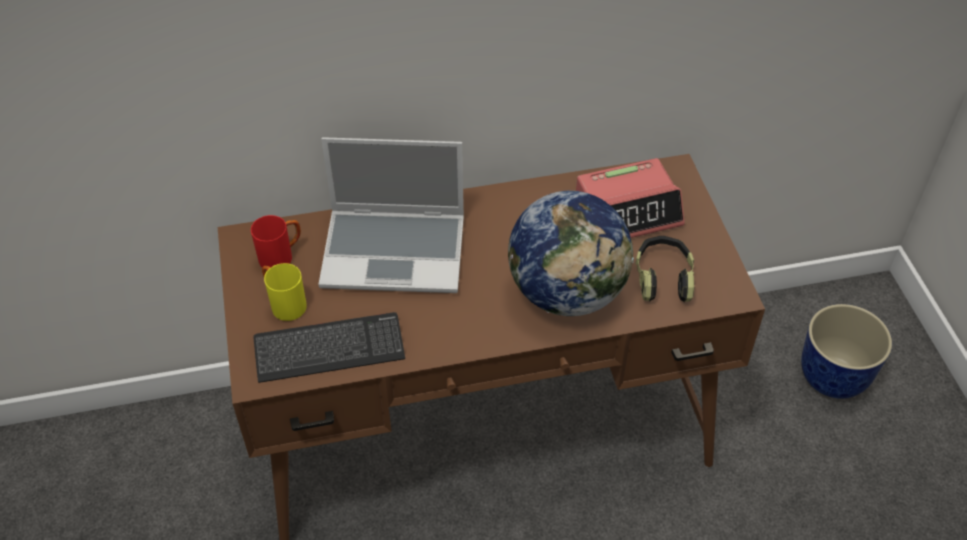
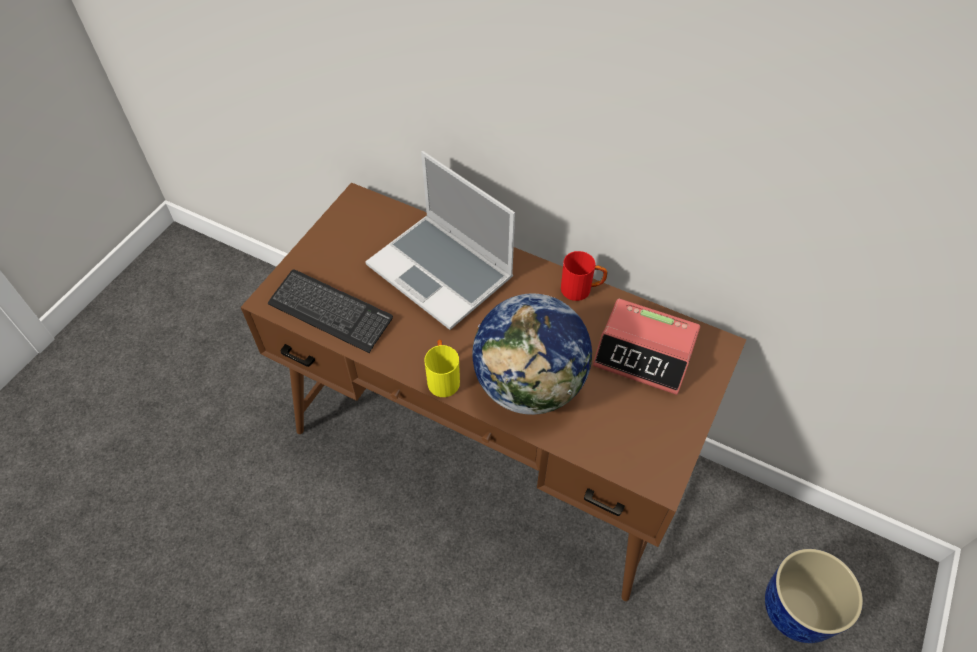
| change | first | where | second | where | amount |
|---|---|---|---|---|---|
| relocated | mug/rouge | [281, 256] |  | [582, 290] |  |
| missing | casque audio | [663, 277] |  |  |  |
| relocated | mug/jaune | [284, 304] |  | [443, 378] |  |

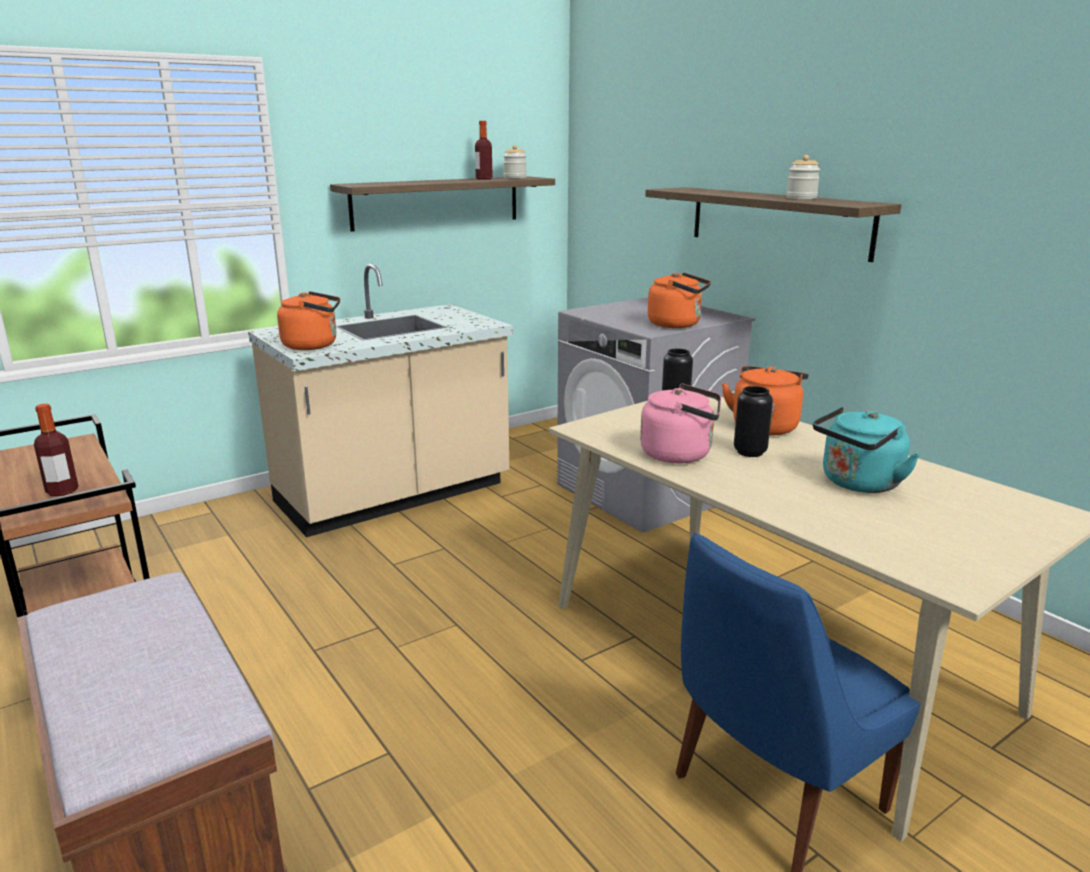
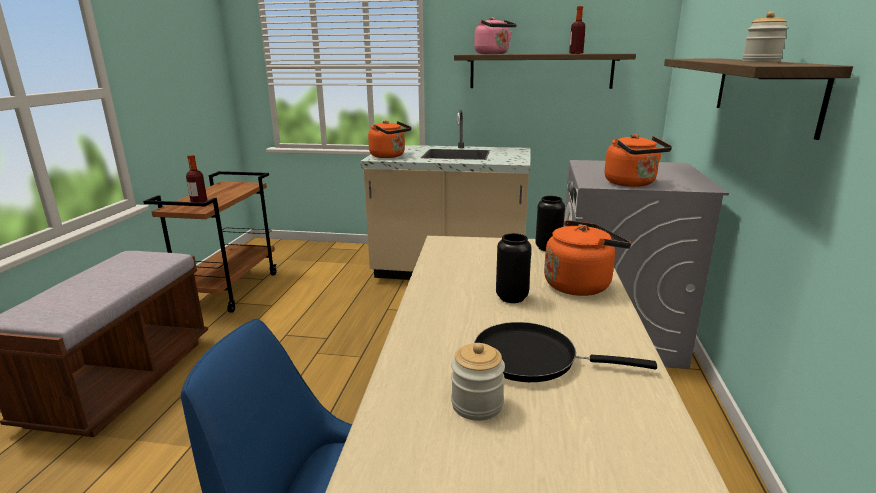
| change | first | where | second | where | amount |
|---|---|---|---|---|---|
| relocated | bocal | [515, 178] |  | [477, 404] |  |
| relocated | bouilloire/rose | [680, 454] |  | [493, 54] |  |
| exchanged | bouilloire/turquoise | [858, 484] | poêle/noir | [532, 358] |  |

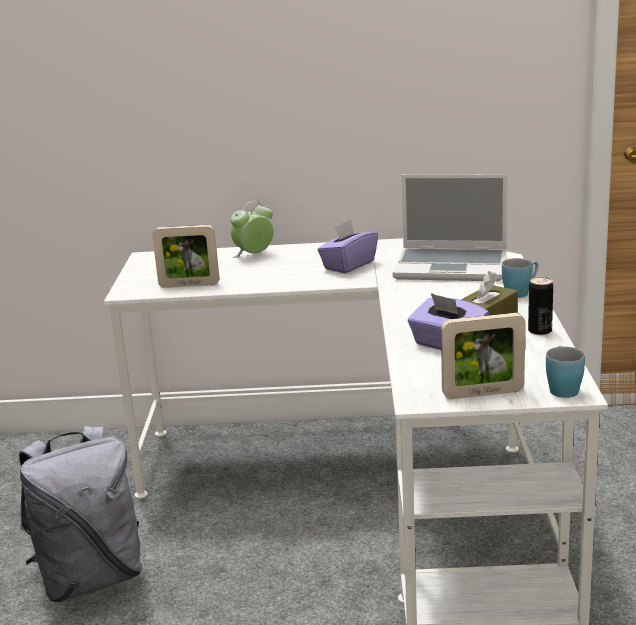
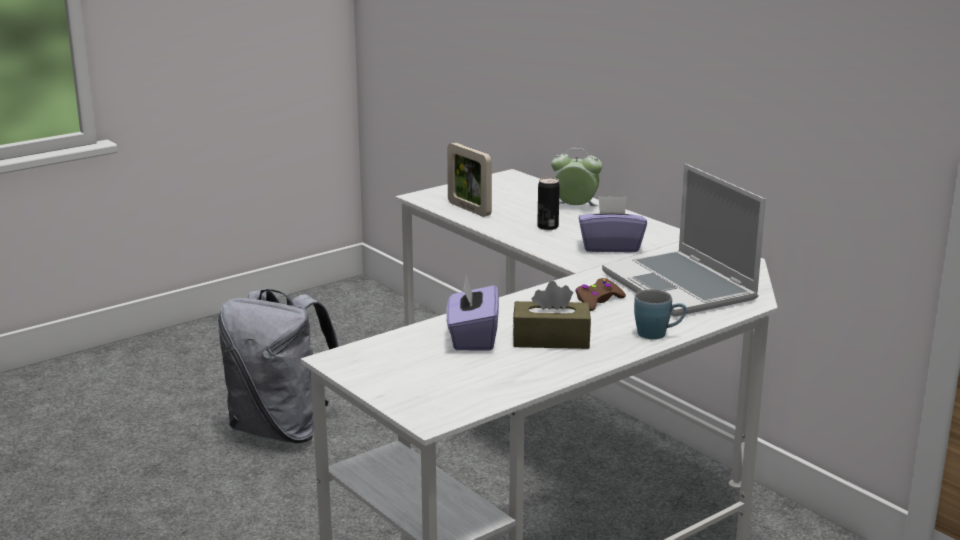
| change | first | where | second | where | amount |
|---|---|---|---|---|---|
| relocated | boîte métallique | [540, 331] |  | [547, 227] |  |
| missing | cadre photo | [483, 393] |  |  |  |
| missing | mug/bleu | [562, 388] |  |  |  |
| appeared |  |  | manette/marron | [598, 301] |  |

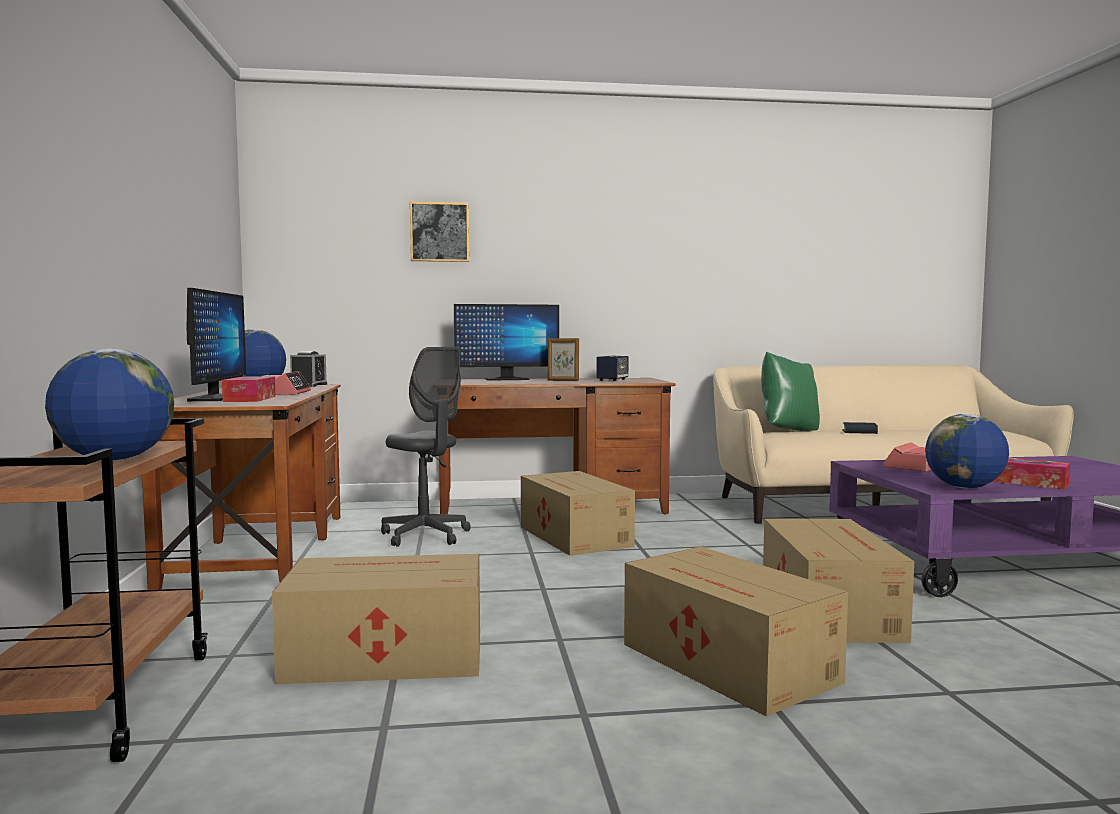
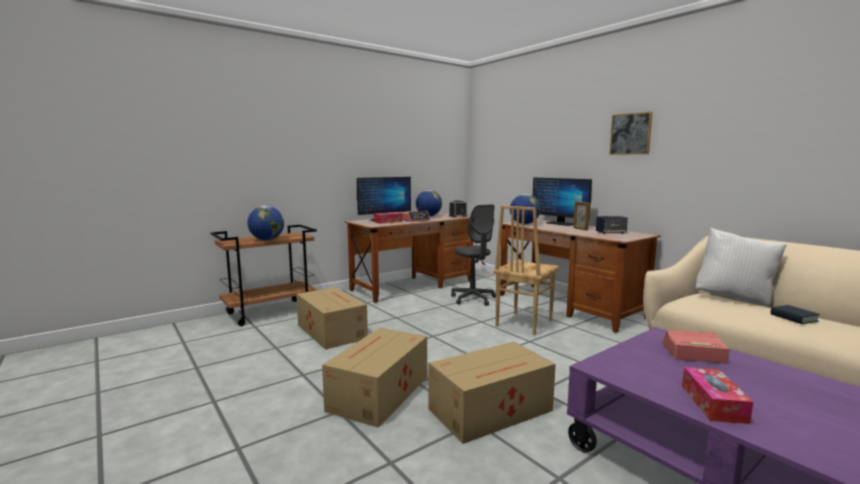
| change | first | where | second | where | amount |
|---|---|---|---|---|---|
| relocated | tableau | [439, 232] |  | [630, 134] |  |
| spun | chaise de bureau/gris | [425, 536] |  | [473, 299] | 45 degrees counterclockwise |
| colour | coussin/vert | [788, 431] | coussin/blanc | [734, 299] |  |
| relocated | globe | [964, 487] |  | [524, 224] |  |
| exchanged | carton | [574, 537] | chaise/marron | [523, 323] |  |

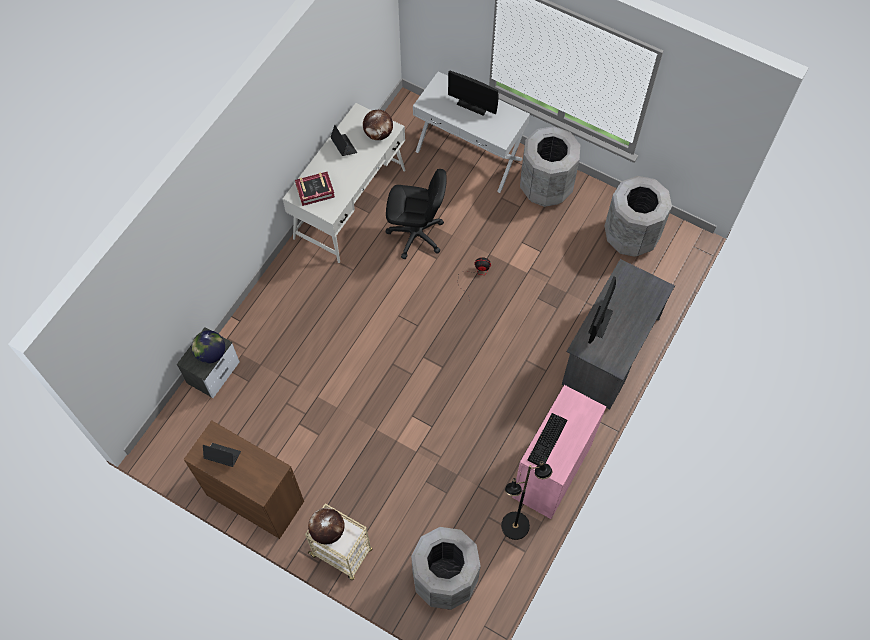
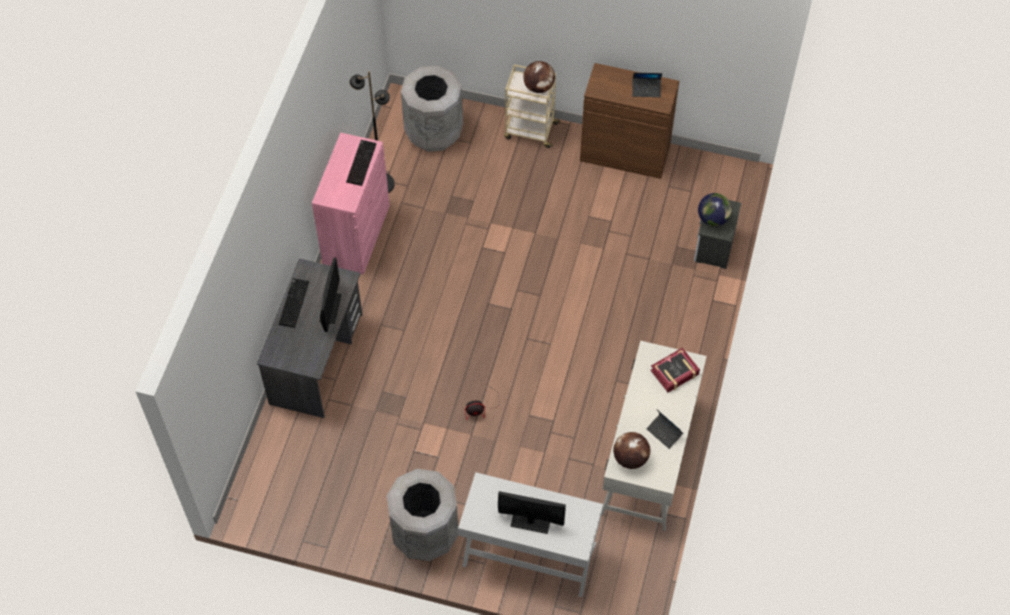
| change | first | where | second | where | amount |
|---|---|---|---|---|---|
| missing | chaise de bureau/noir | [416, 235] |  |  |  |
| missing | poubelle/gris | [630, 235] |  |  |  |
| appeared |  |  | clavier | [293, 302] |  |

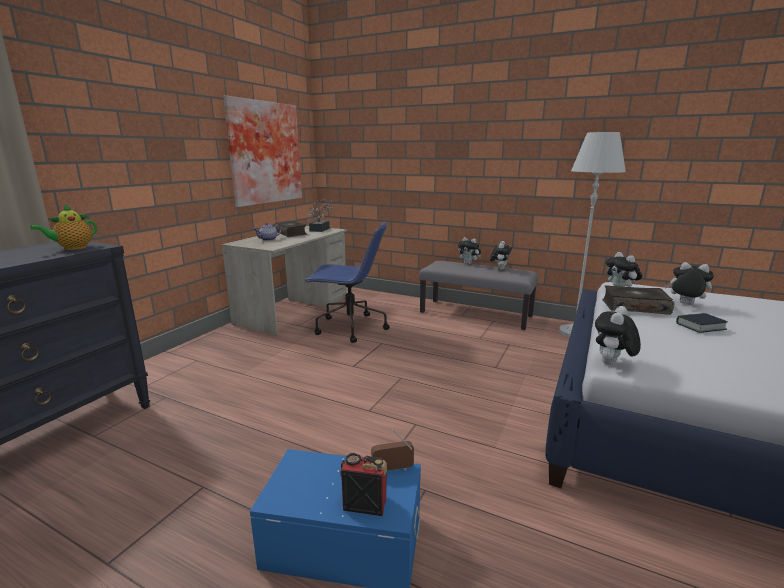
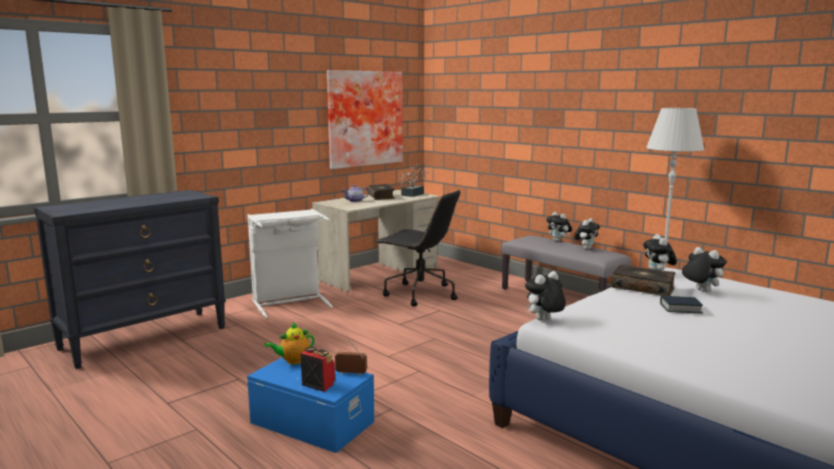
| change | first | where | second | where | amount |
|---|---|---|---|---|---|
| relocated | théière | [73, 248] |  | [293, 361] |  |
| colour | chaise de bureau/bleu | [349, 328] | chaise de bureau/noir | [419, 294] |  |
| appeared |  |  | panier à linge/blanc | [290, 302] |  |

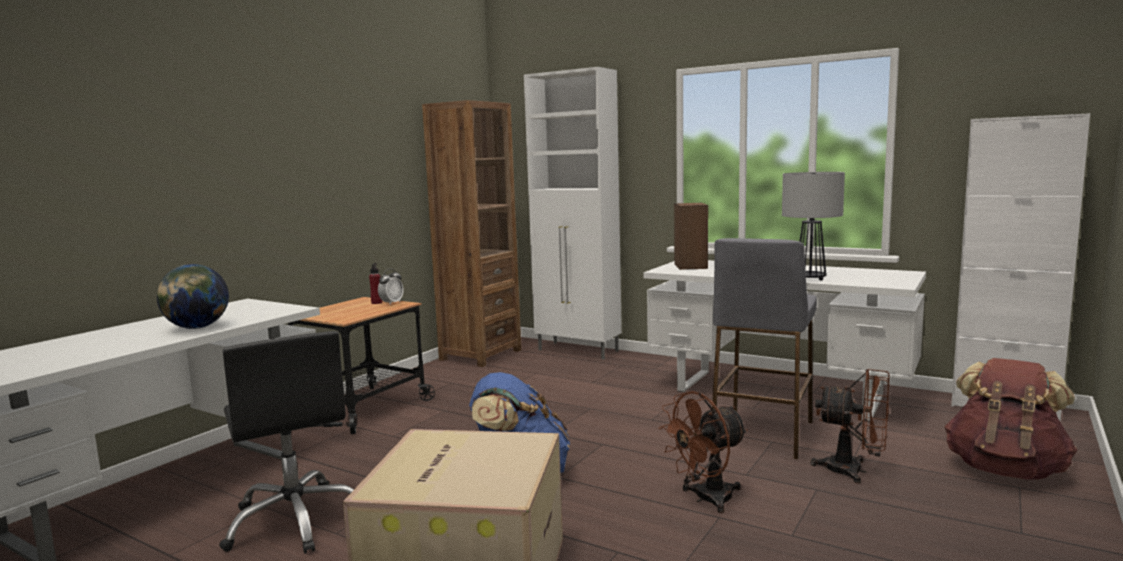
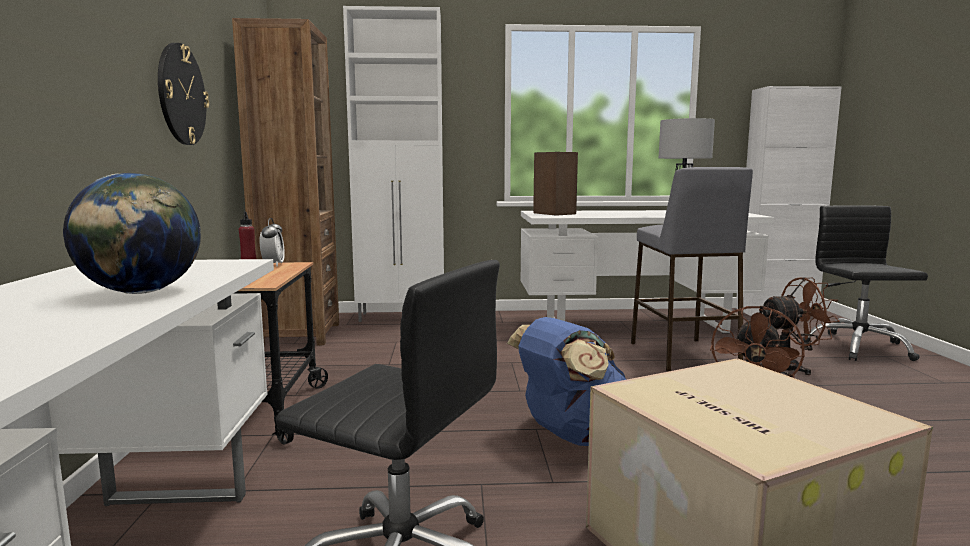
| change | first | where | second | where | amount |
|---|---|---|---|---|---|
| exchanged | sac à dos/marron | [1005, 470] | chaise de bureau/noir | [857, 347] |  |
| appeared |  |  | horloge murale | [181, 94] |  |

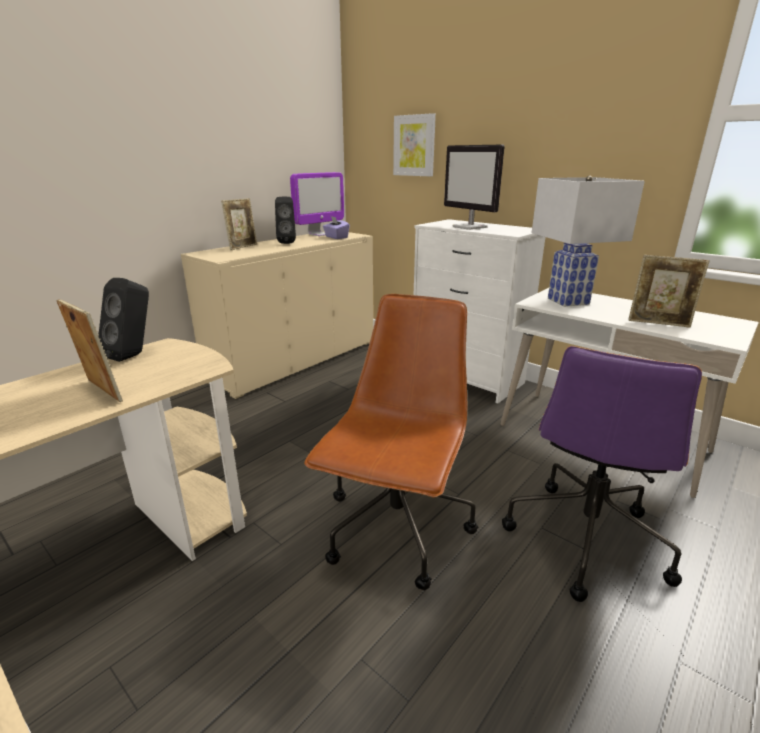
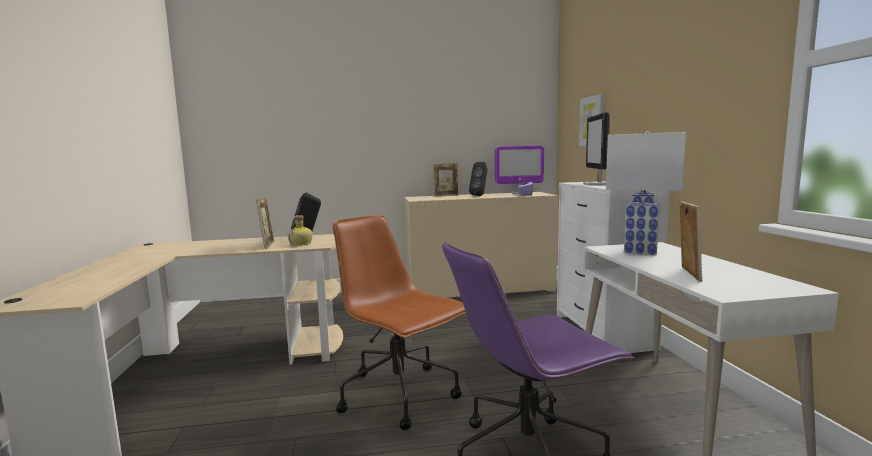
| change | first | where | second | where | amount |
|---|---|---|---|---|---|
| spun | cadre photo | [659, 323] |  | [688, 274] | 135 degrees counterclockwise |
| spun | chaise de bureau/marron | [396, 531] |  | [400, 395] | 105 degrees counterclockwise |
| appeared |  |  | bouteille | [301, 244] |  |

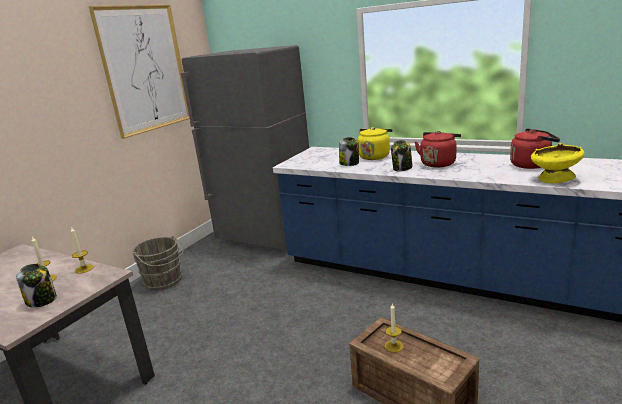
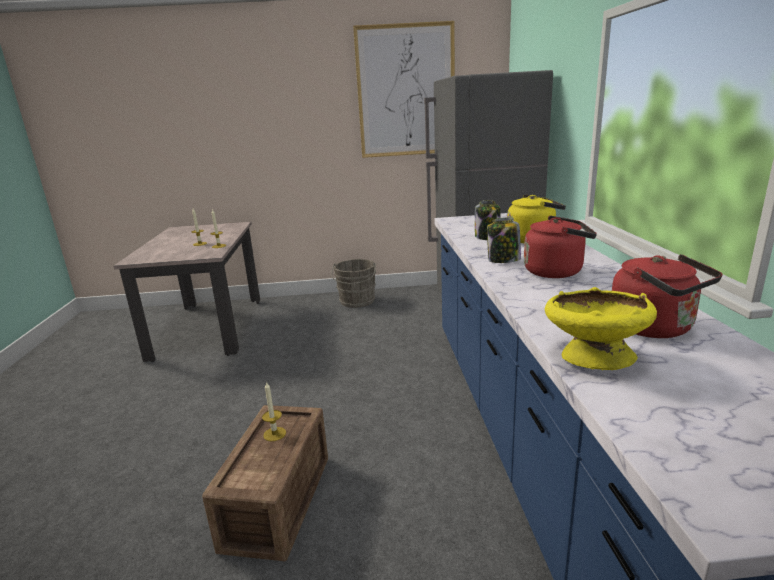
| change | first | where | second | where | amount |
|---|---|---|---|---|---|
| missing | bocal | [42, 300] |  |  |  |

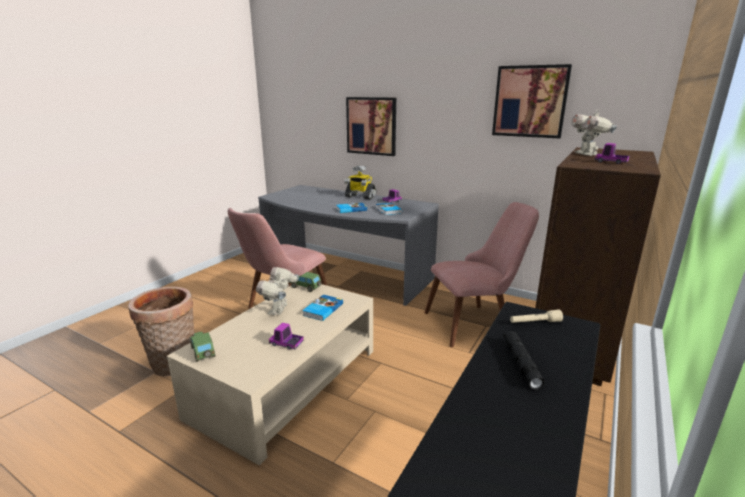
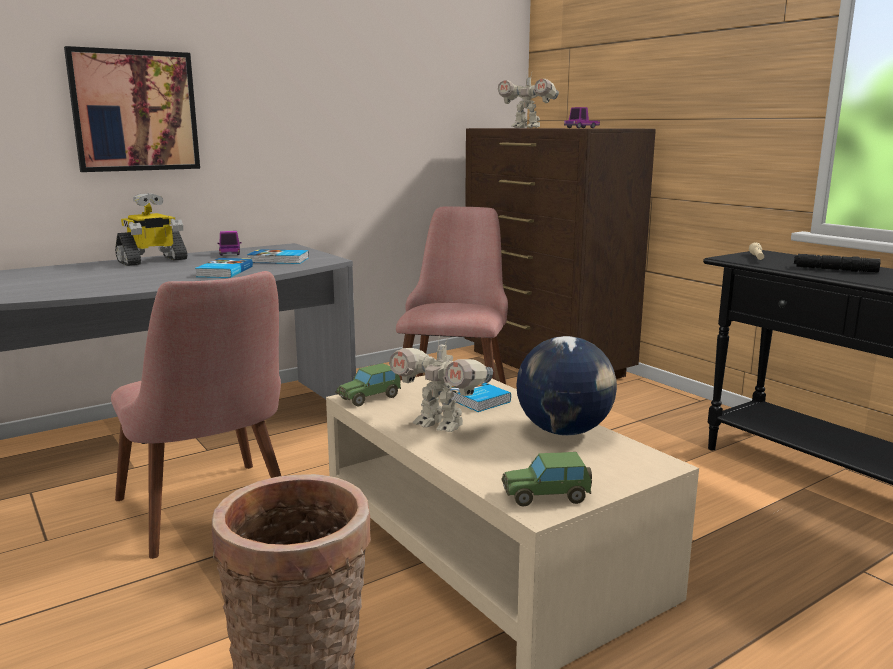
| change | first | where | second | where | amount |
|---|---|---|---|---|---|
| missing | tableau | [530, 101] |  |  |  |
| exchanged | camion jouet | [286, 344] | globe | [564, 431] |  |

